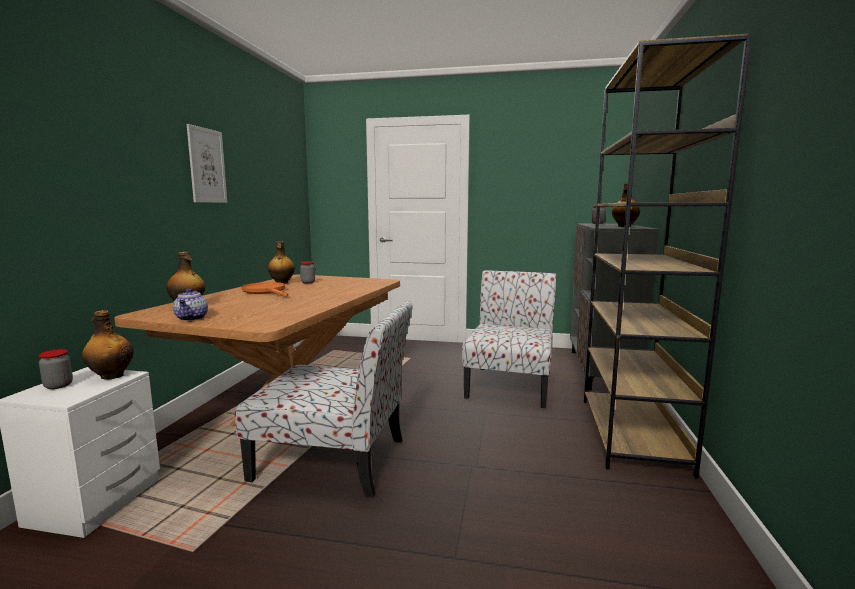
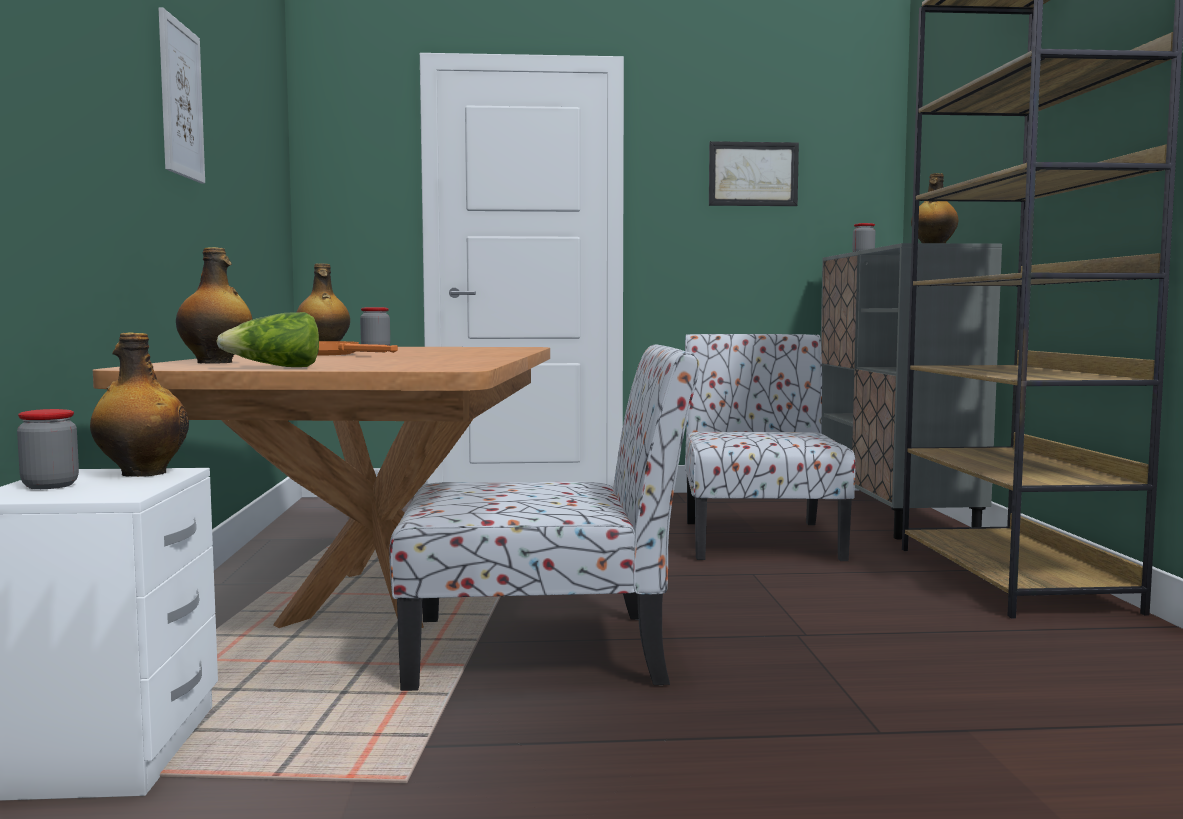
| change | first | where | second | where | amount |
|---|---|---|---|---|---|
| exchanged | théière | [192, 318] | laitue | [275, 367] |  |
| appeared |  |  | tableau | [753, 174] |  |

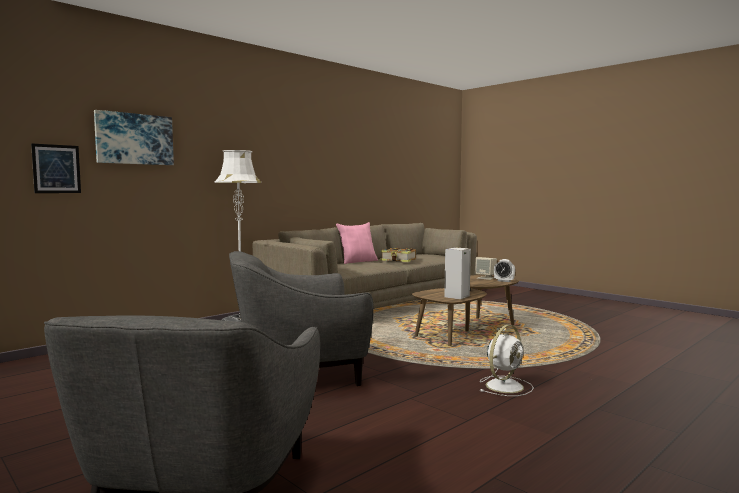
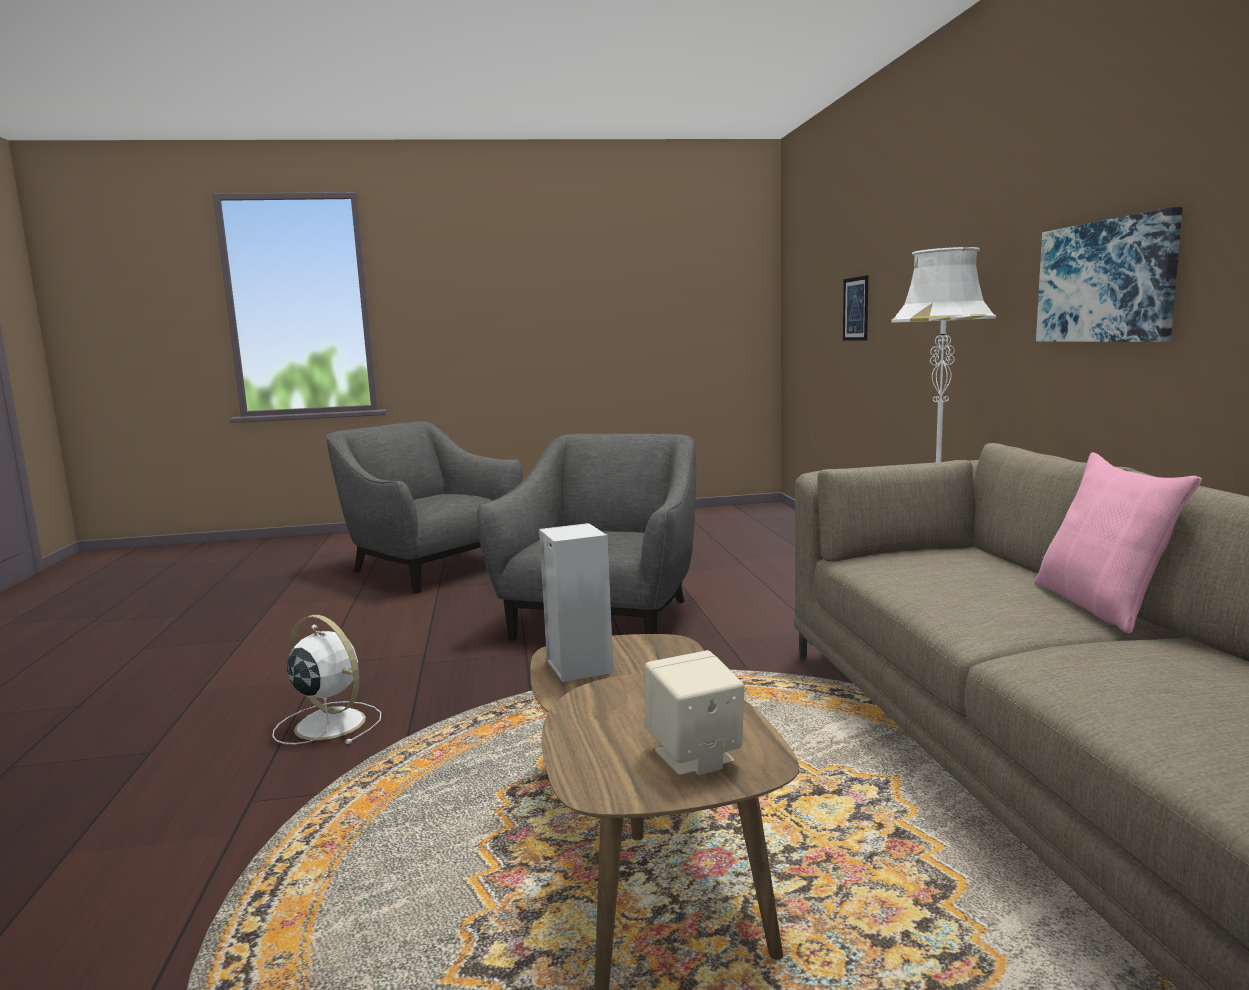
| change | first | where | second | where | amount |
|---|---|---|---|---|---|
| relocated | tableau | [134, 139] |  | [1106, 281] |  |
| missing | livre | [398, 260] |  |  |  |
| missing | réveil | [504, 281] |  |  |  |
| spun | ventilateur/blanc | [505, 386] |  | [328, 723] | 135 degrees clockwise |

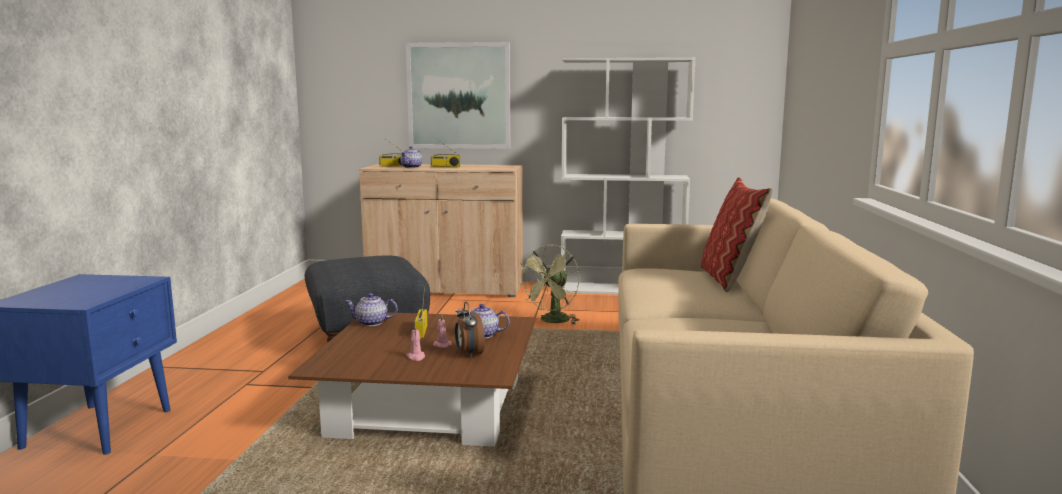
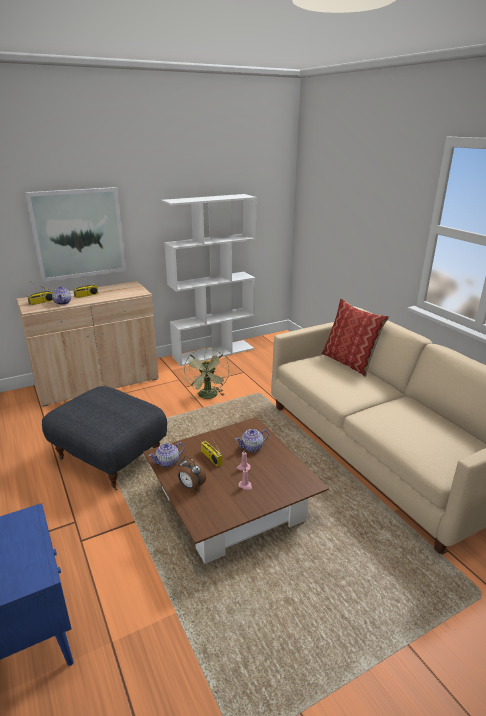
| change | first | where | second | where | amount |
|---|---|---|---|---|---|
| relocated | réveil | [469, 354] |  | [191, 487] |  |

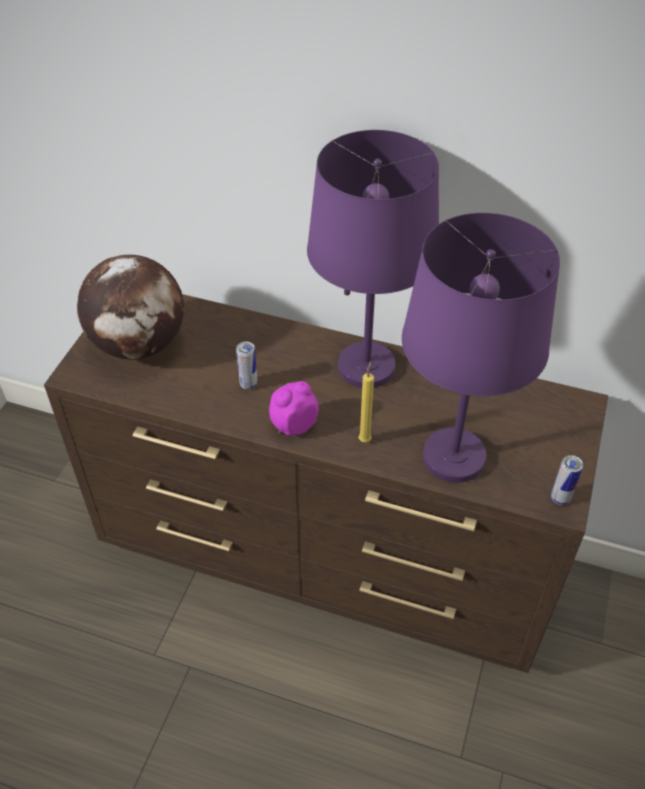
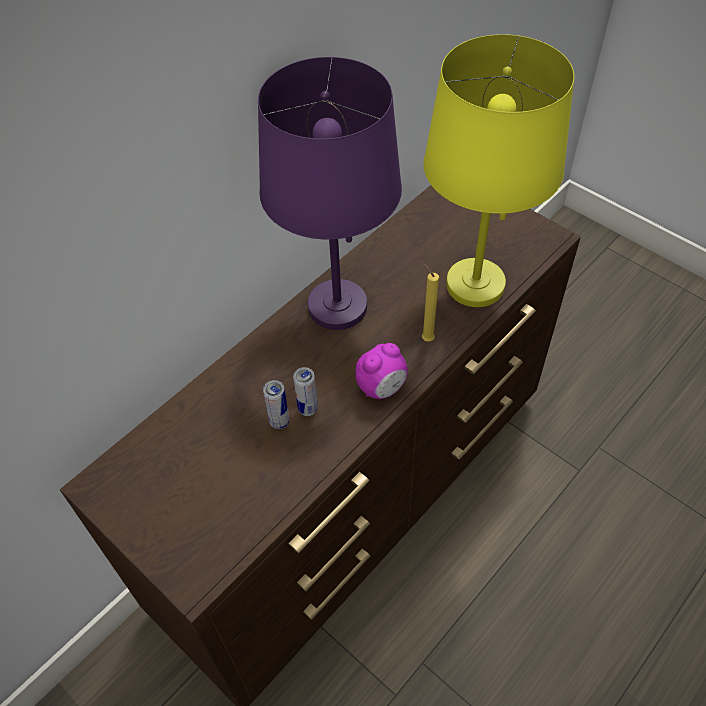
| change | first | where | second | where | amount |
|---|---|---|---|---|---|
| colour | lampe de table/violet | [453, 457] | lampe de table/jaune | [474, 285] |  |
| missing | globe | [140, 344] |  |  |  |
| spun | réveil | [293, 425] |  | [382, 388] | 120 degrees counterclockwise |
| relocated | boîte métallique | [560, 498] |  | [279, 422] |  |

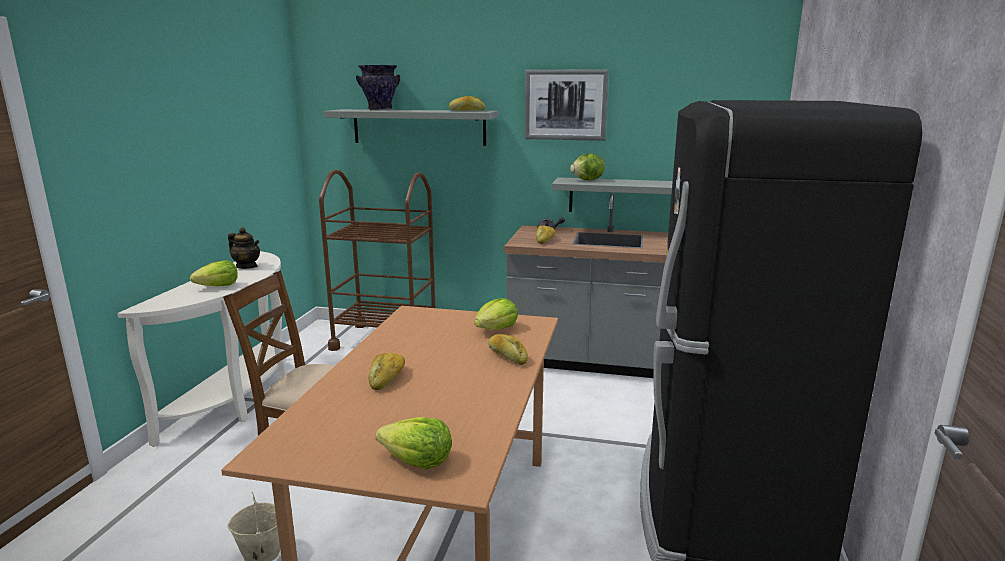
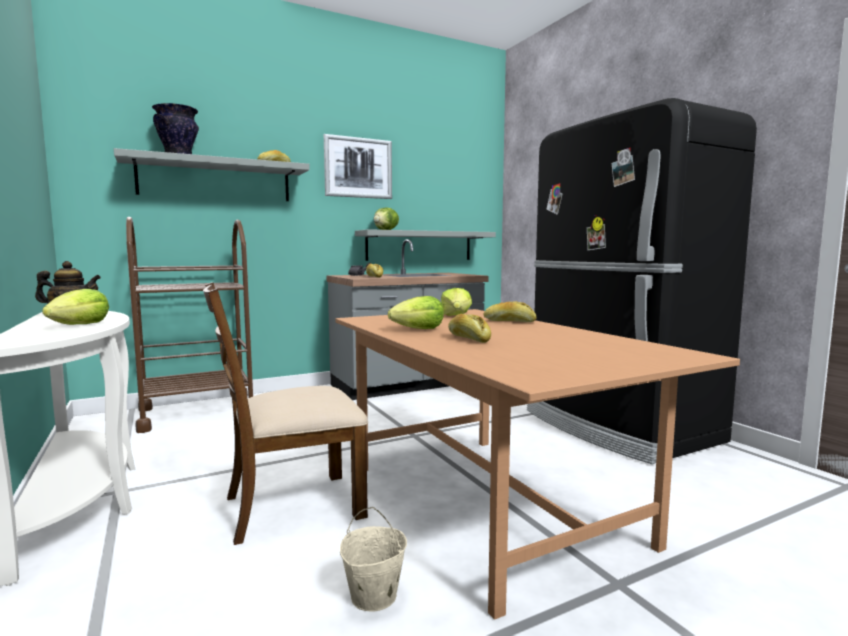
| change | first | where | second | where | amount |
|---|---|---|---|---|---|
| relocated | laitue | [417, 461] |  | [418, 329] |  |

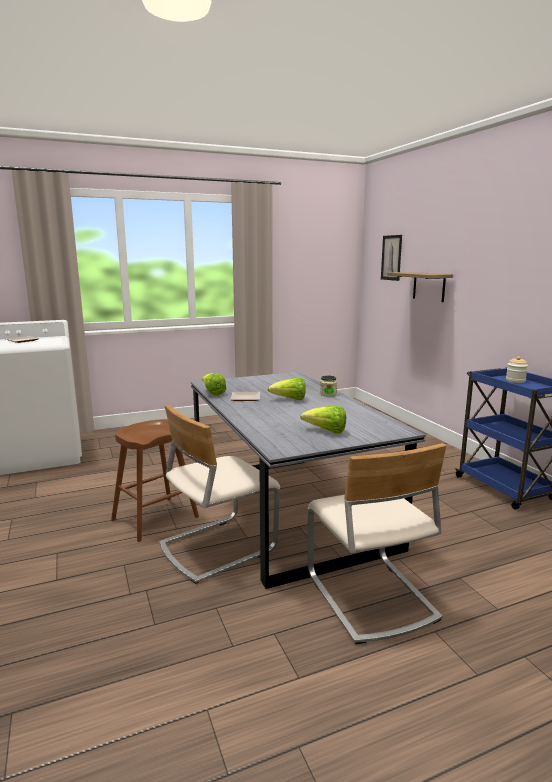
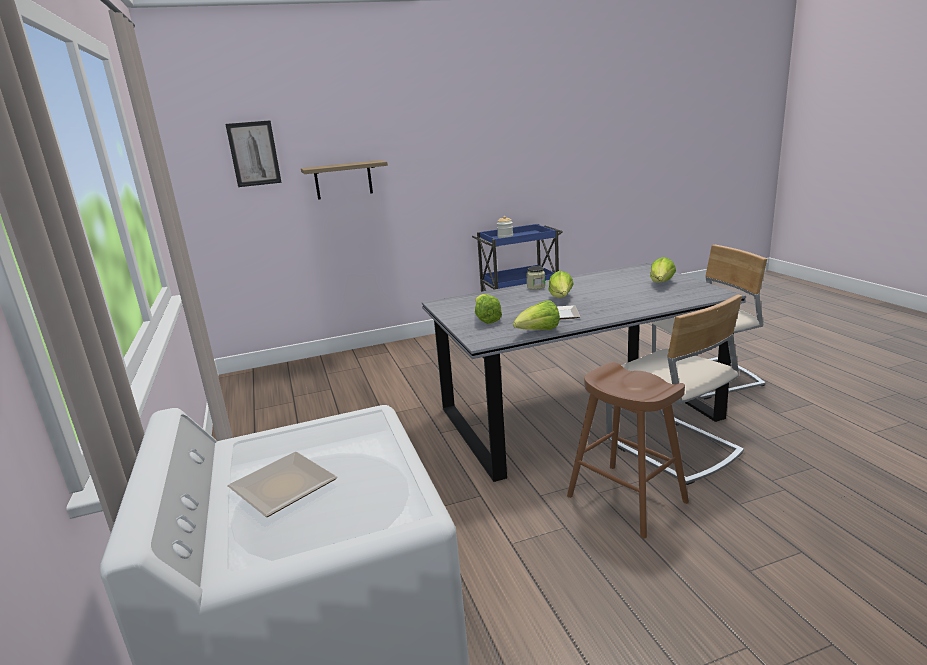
| change | first | where | second | where | amount |
|---|---|---|---|---|---|
| appeared |  |  | laitue | [486, 319] |  |

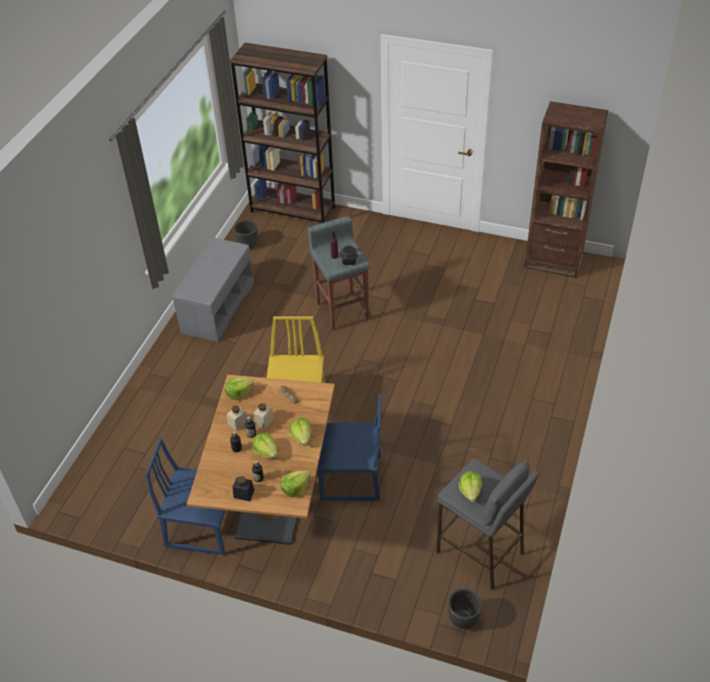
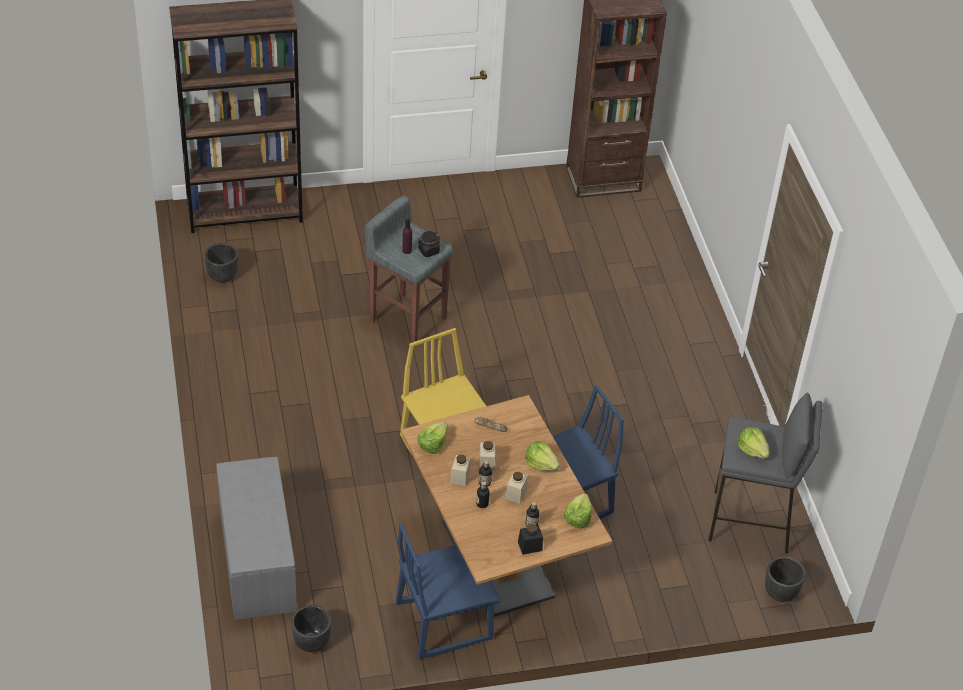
| change | first | where | second | where | amount |
|---|---|---|---|---|---|
| relocated | banc/gris | [217, 306] |  | [256, 560] |  |
| exchanged | laitue | [266, 451] | bocal/beige | [516, 494] |  |
| appeared |  |  | cache-pot/noir | [311, 642] |  |

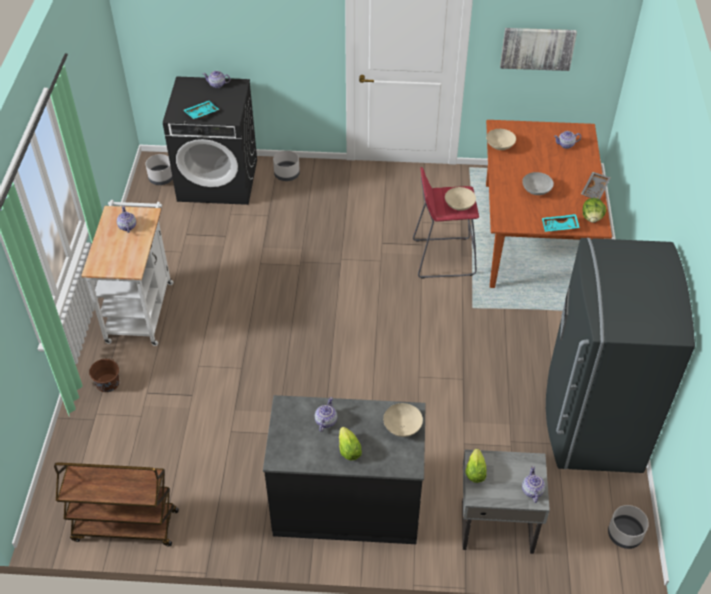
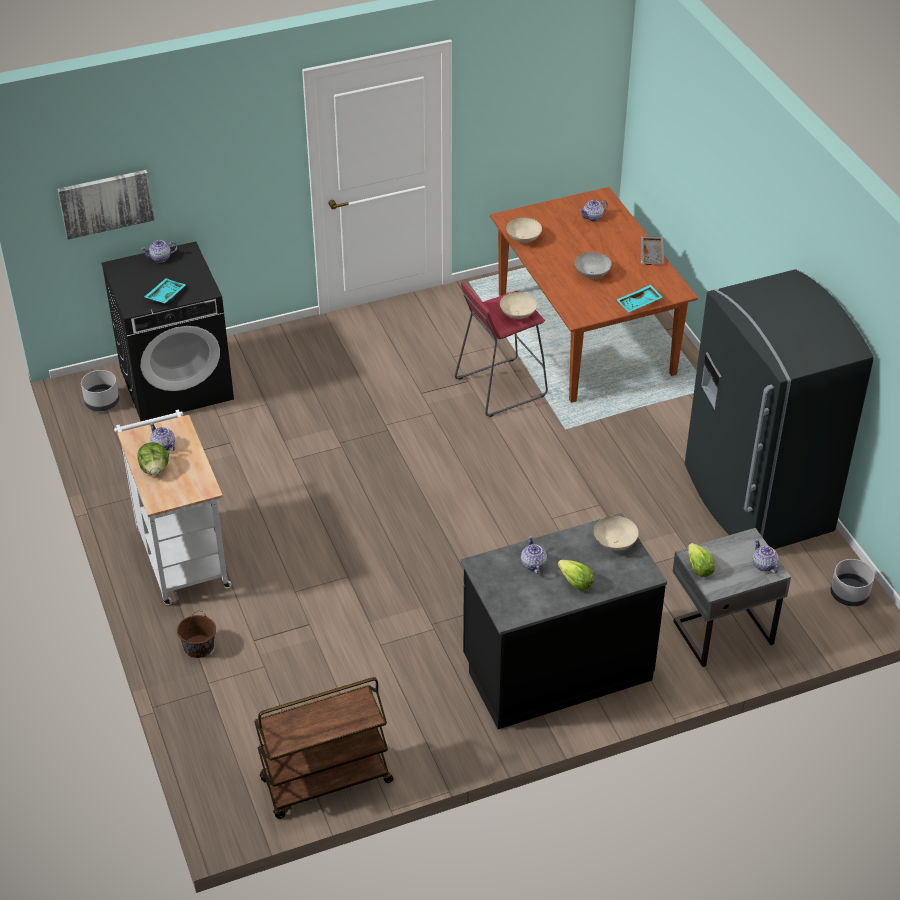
| change | first | where | second | where | amount |
|---|---|---|---|---|---|
| relocated | tableau | [537, 48] |  | [106, 203] |  |
| missing | cache-pot/gris | [287, 174] |  |  |  |
| relocated | laitue | [592, 218] |  | [155, 469] |  |

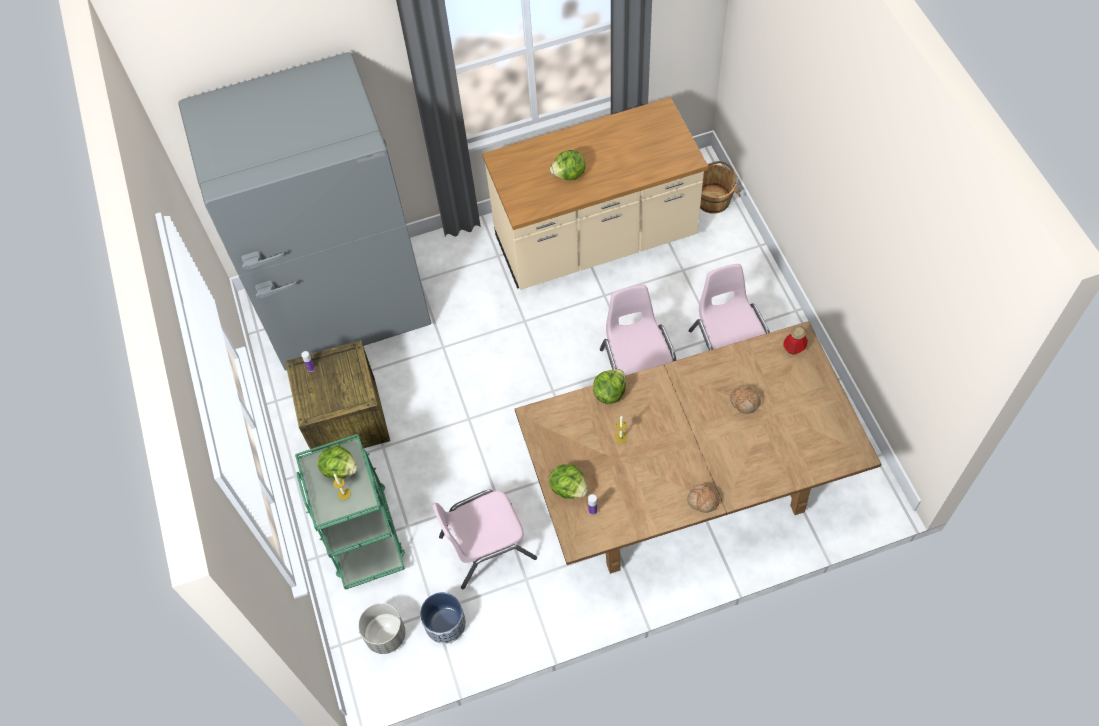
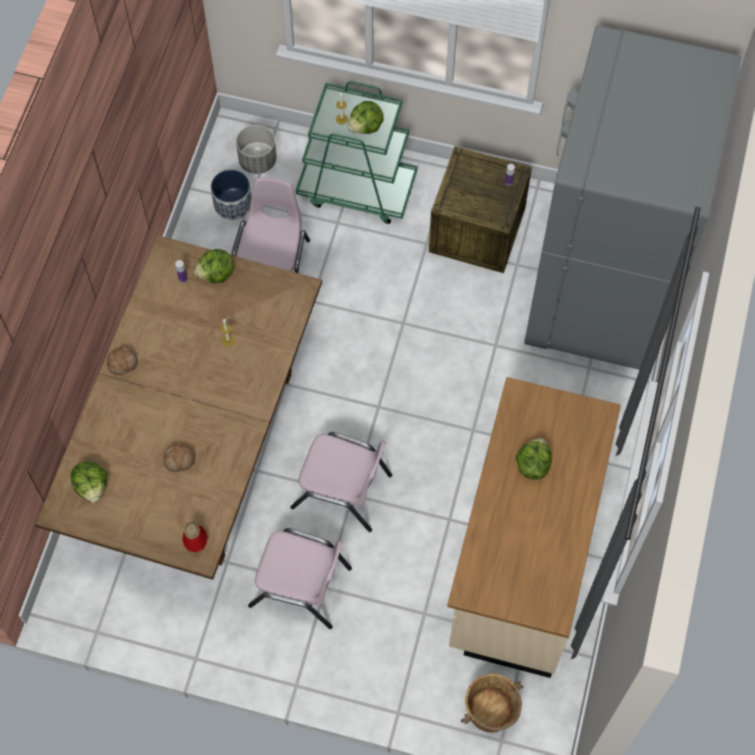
| change | first | where | second | where | amount |
|---|---|---|---|---|---|
| relocated | laitue | [609, 393] |  | [92, 486] |  |

